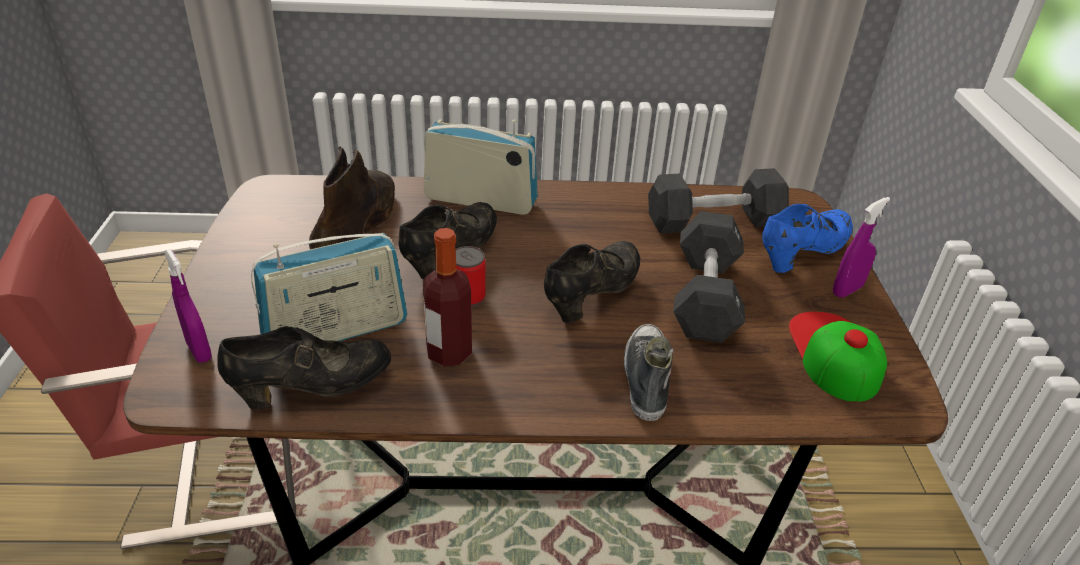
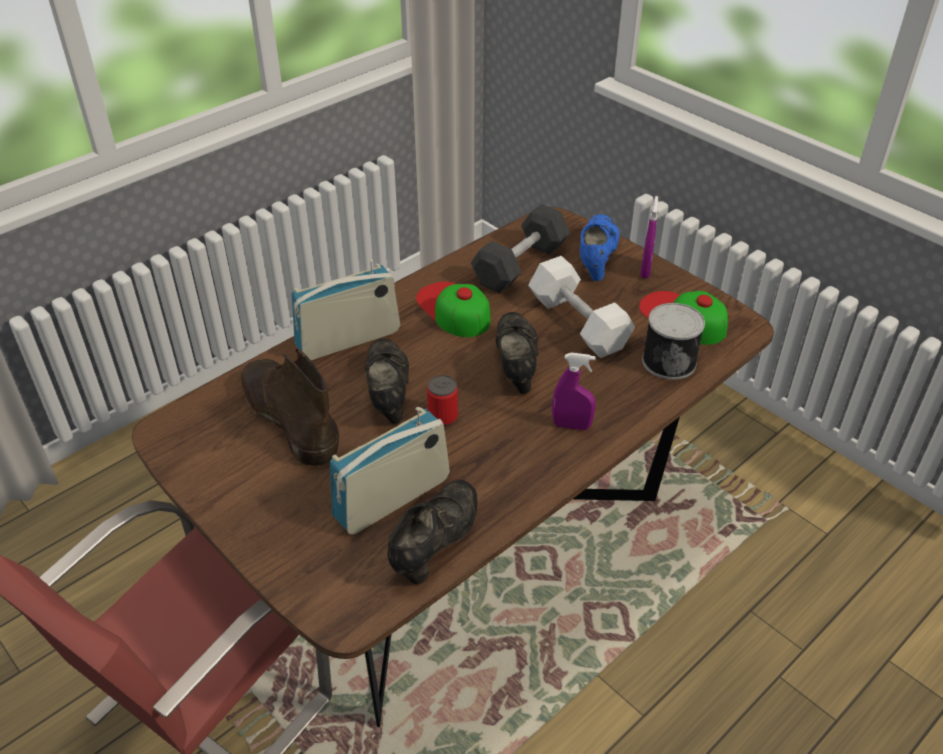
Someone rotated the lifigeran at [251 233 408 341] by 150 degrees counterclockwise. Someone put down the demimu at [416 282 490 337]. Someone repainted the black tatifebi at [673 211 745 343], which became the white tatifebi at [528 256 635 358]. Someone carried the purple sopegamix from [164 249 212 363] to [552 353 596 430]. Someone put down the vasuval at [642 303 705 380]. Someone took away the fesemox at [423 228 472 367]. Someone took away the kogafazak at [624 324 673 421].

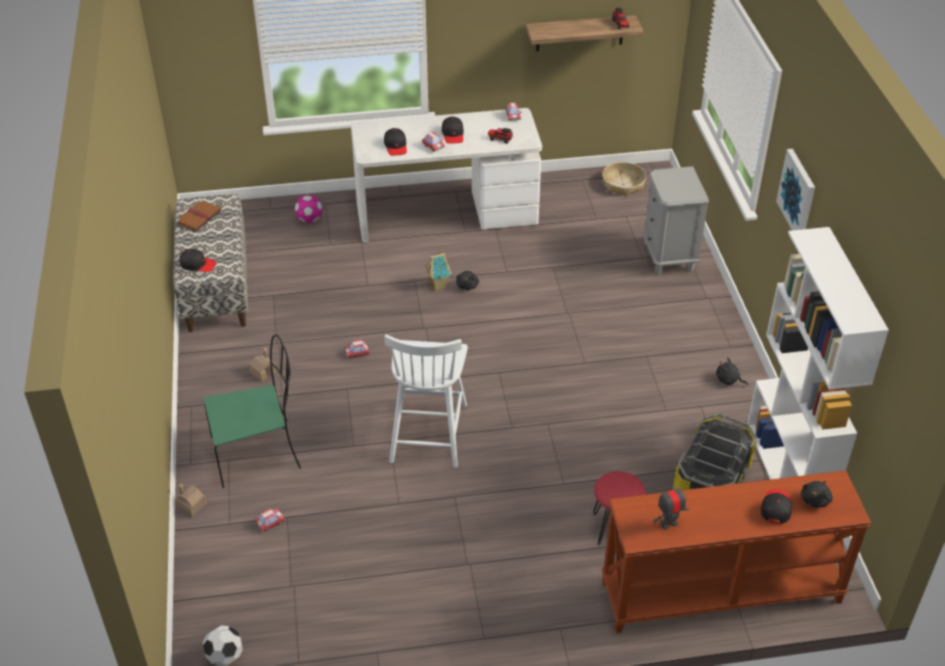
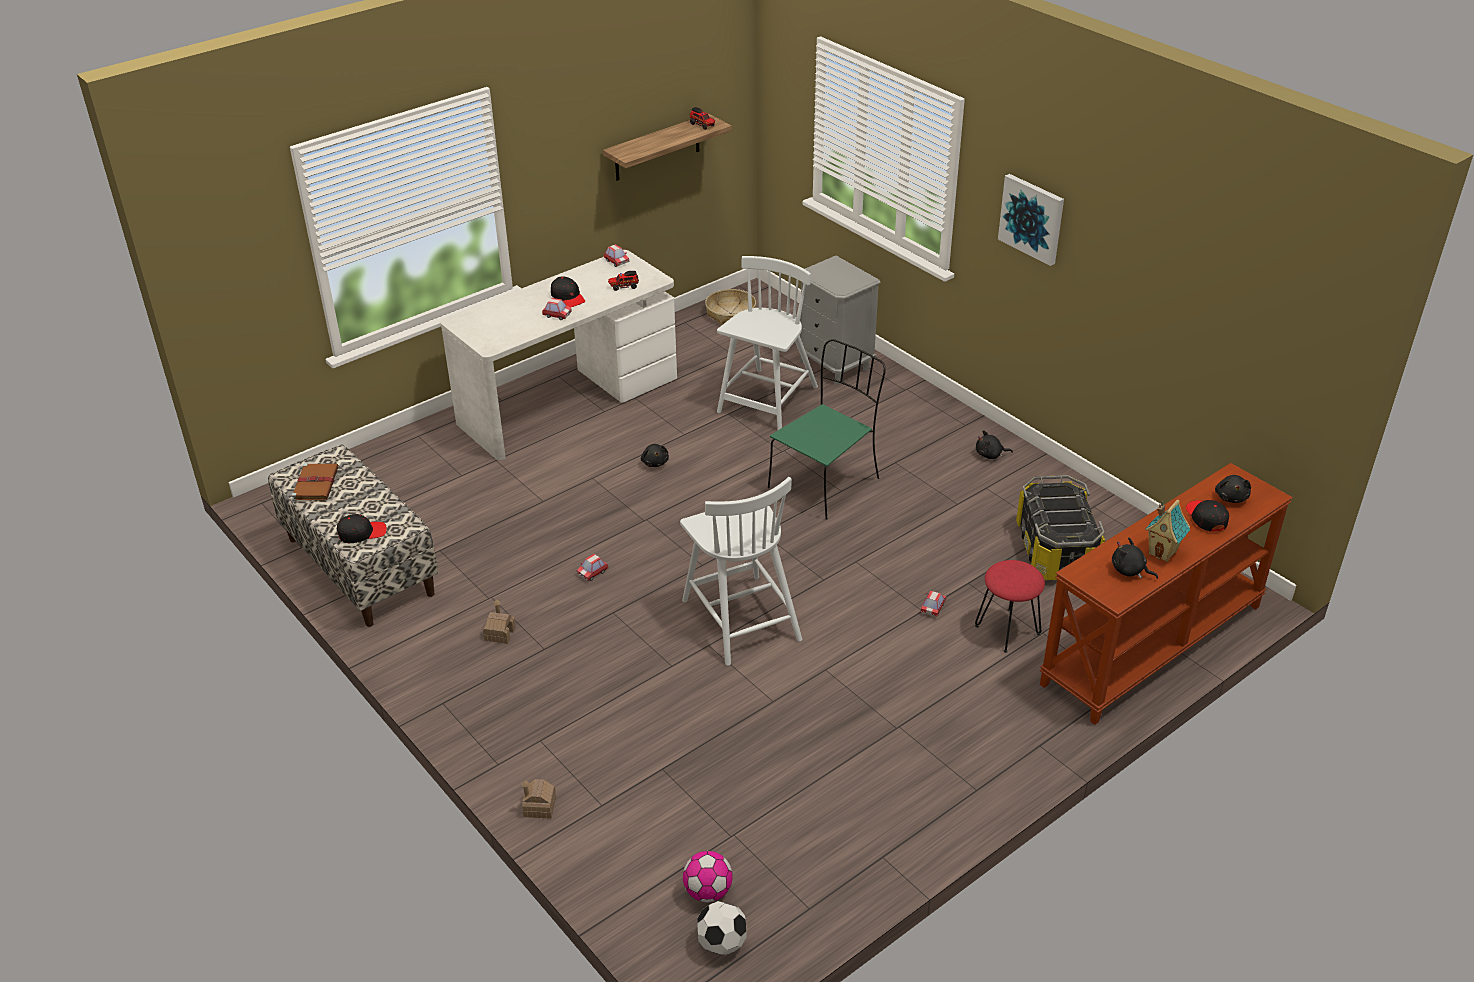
Someone carried the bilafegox from [295 195 323 223] to [683 851 733 902]. Someone put down the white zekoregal at [717 256 818 430]. Someone carried the green zekoregal from [204 334 301 488] to [768 339 886 520]. Someone carried the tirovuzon from [256 509 285 532] to [921 591 946 617]. Someone swapped the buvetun at [653 483 689 530] for the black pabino at [1112 537 1158 579]. Someone carried the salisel from [425 252 451 291] to [1145 499 1190 562]. Someone took away the black demimu at [384 128 407 156]. Someone took away the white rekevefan at [747 227 889 480].

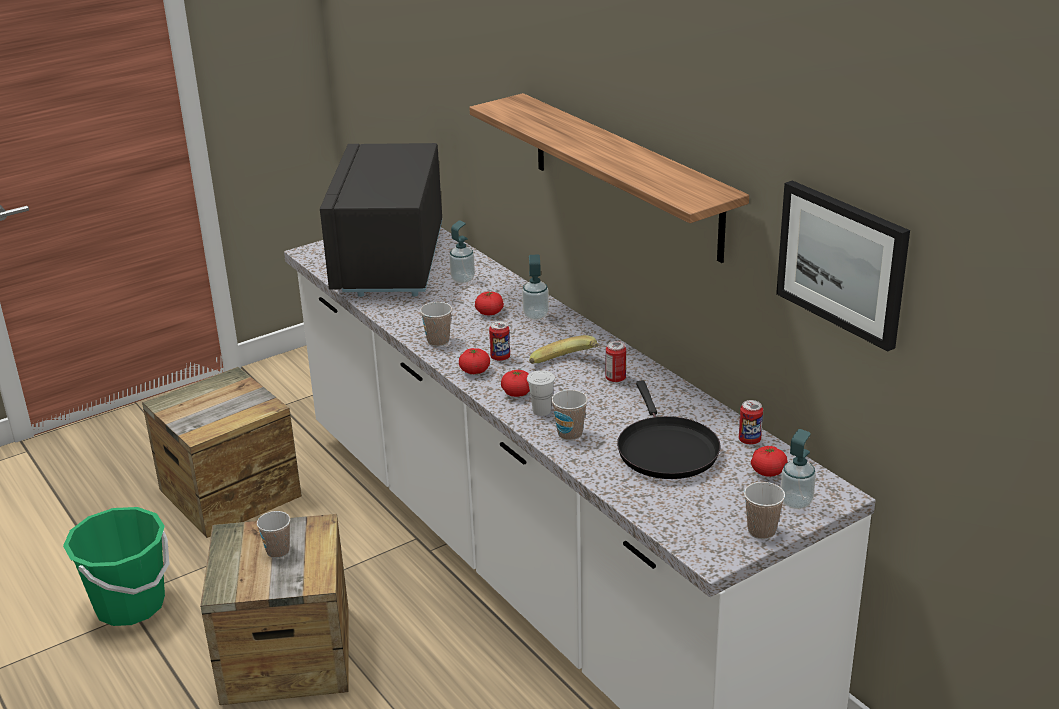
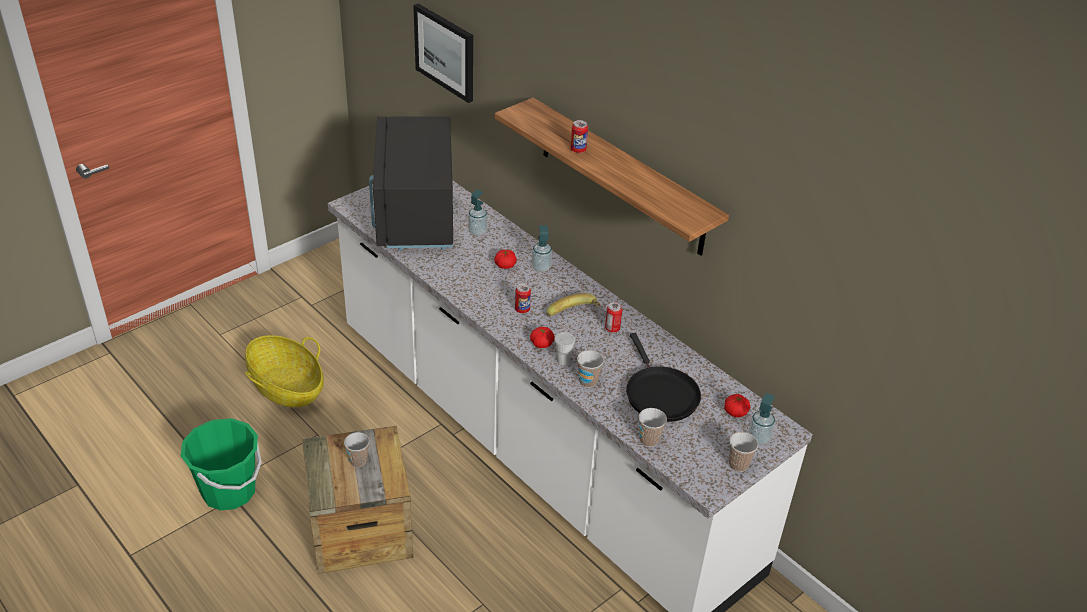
Someone swapped the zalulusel at [142 367 302 538] for the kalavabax at [245 335 324 407]. Someone carried the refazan from [776 180 910 352] to [413 4 473 103]. Someone carried the vasuval from [739 400 763 445] to [570 120 588 153]. Someone carried the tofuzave from [420 302 452 347] to [639 408 667 447]. Someone took away the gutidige at [459 348 490 374].

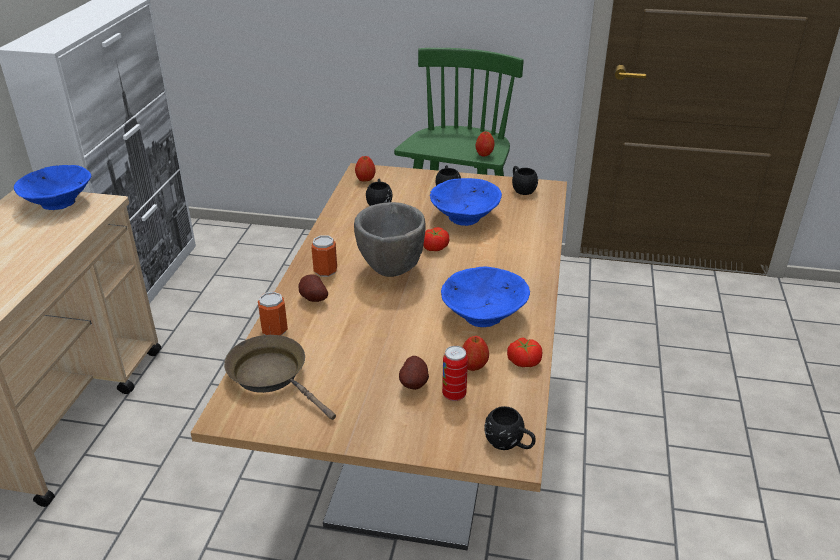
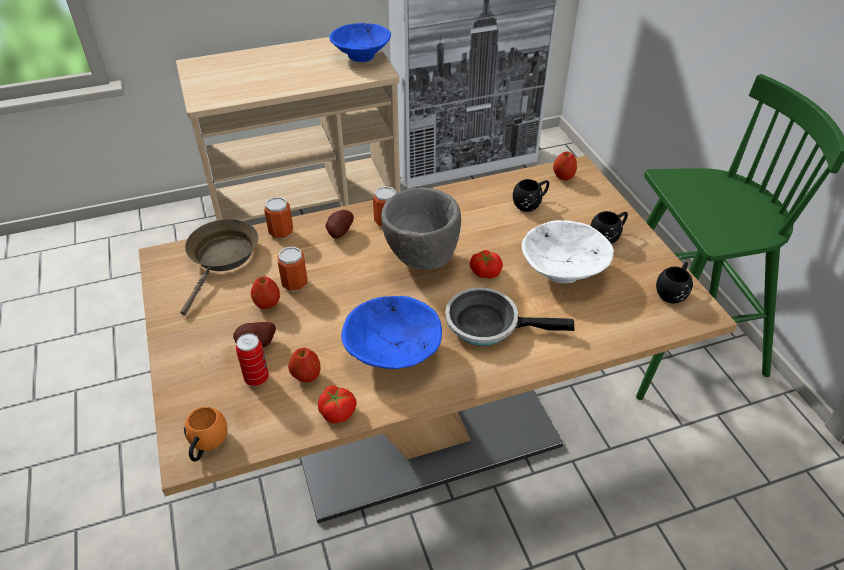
Someone repainted the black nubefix at [484 406 536 450], which became the orange nubefix at [184 407 228 462]. Someone carried the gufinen from [475 132 495 157] to [251 277 280 309]. Someone put down the vasuval at [278 247 308 292]. Someone put down the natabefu at [445 287 574 346]. Someone repainted the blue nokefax at [430 178 502 226], which became the white nokefax at [521 220 614 283].

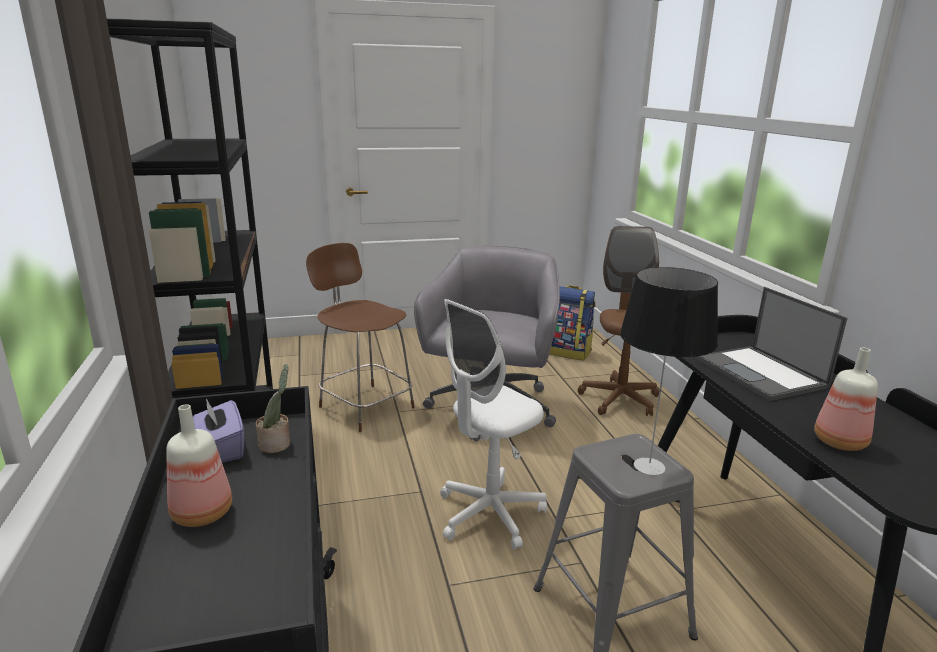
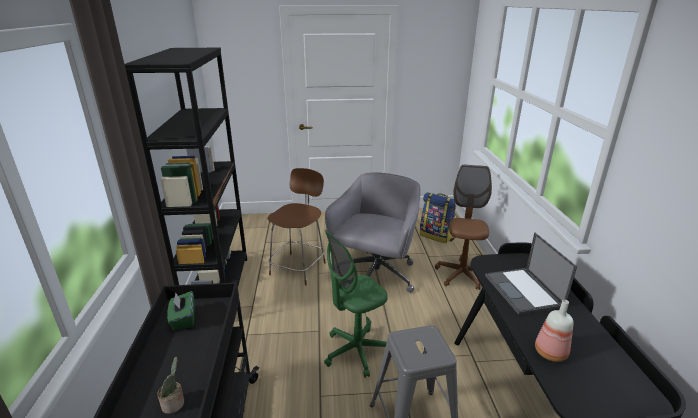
Someone carried the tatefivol from [256 364 290 453] to [157 357 184 414]. Someone repainted the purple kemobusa at [193 399 244 463], which became the green kemobusa at [167 291 194 330]. Someone rotated the brown zekoregal at [306 243 415 432] by 60 degrees clockwise. Someone repainted the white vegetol at [440 299 547 550], which became the green vegetol at [324 230 388 378]. Someone took away the fesemox at [166 404 232 527]. Someone took away the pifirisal at [620 267 718 475].

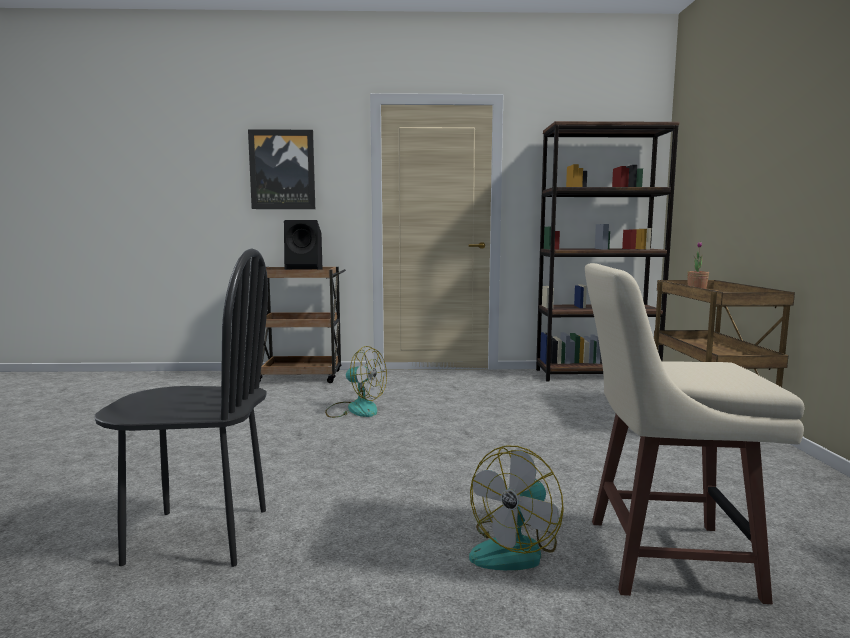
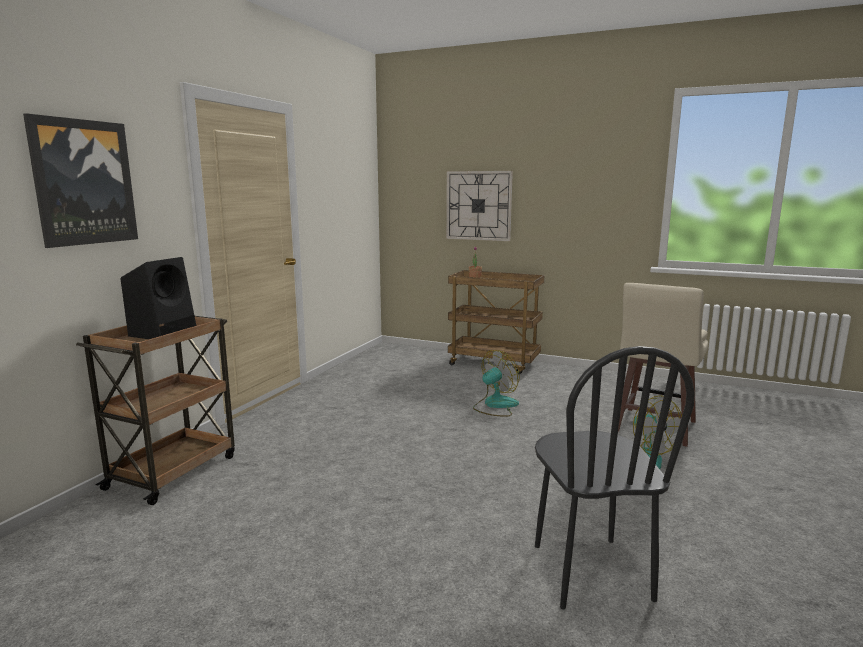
Someone put up the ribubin at [446 171 513 241]. Someone carried the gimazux from [325 346 387 418] to [473 350 520 416]. Someone rotated the black zekoregal at [95 248 268 567] by 150 degrees clockwise. Someone took away the brown rekevefan at [536 121 679 381].

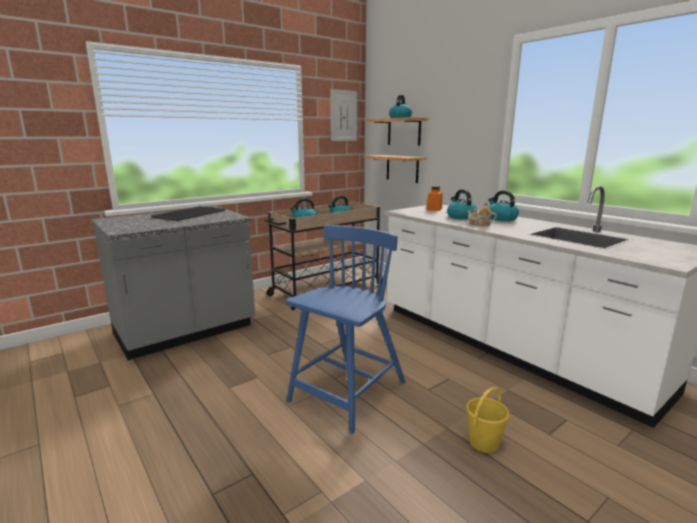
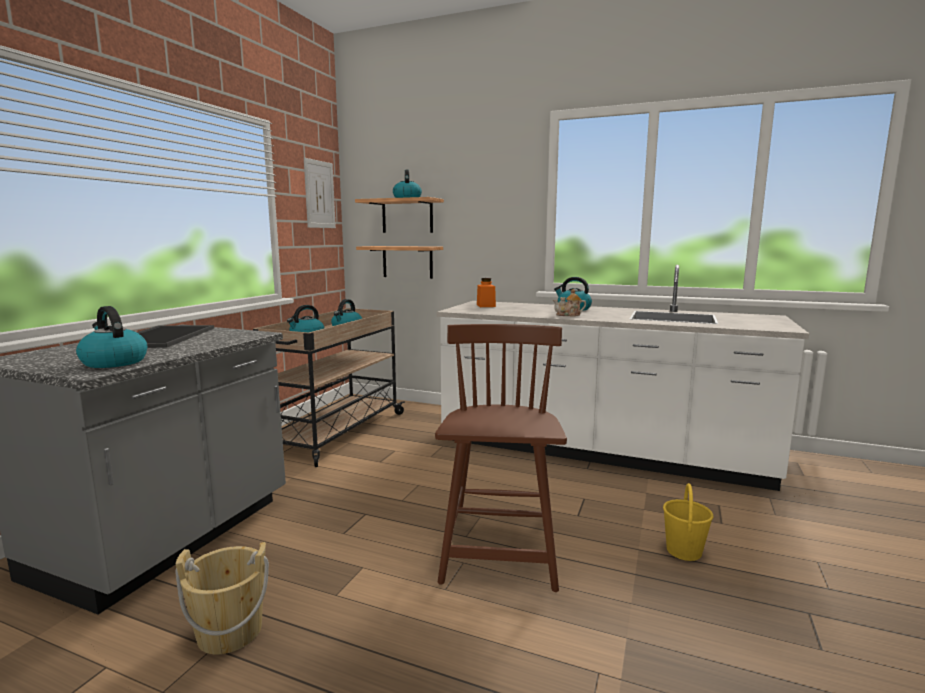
Someone carried the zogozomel from [447 189 477 220] to [76 306 147 368]. Someone put down the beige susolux at [176 542 269 654]. Someone repainted the blue zekoregal at [286 224 406 434], which became the brown zekoregal at [435 324 567 592].

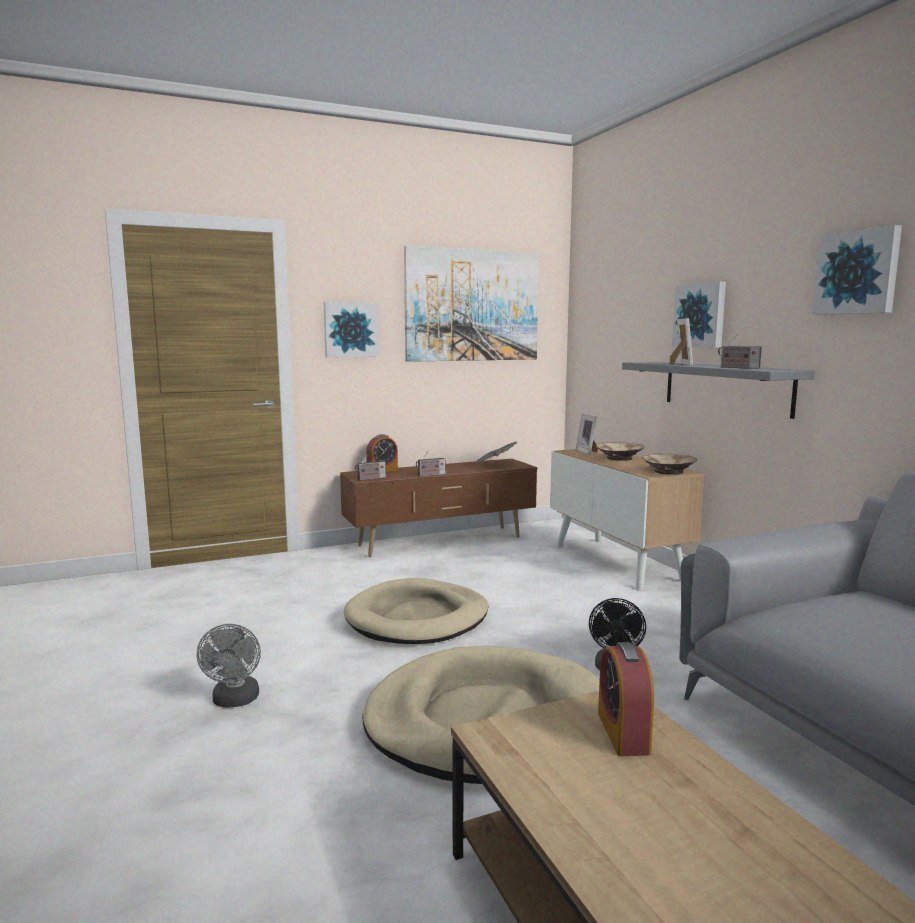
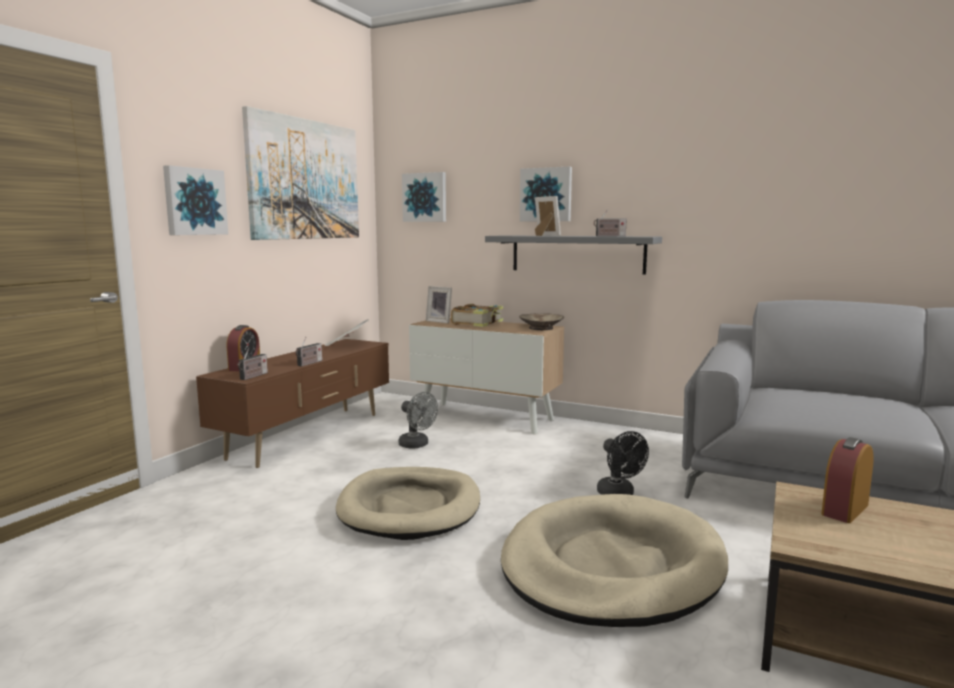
Someone carried the grey gimazux from [197 624 261 707] to [398 392 438 449]. Someone carried the refazan from [813 225 902 315] to [402 172 446 222]. Someone swapped the beige nokefax at [596 442 645 461] for the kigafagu at [451 304 503 327]. Someone rotated the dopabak at [598 642 654 756] by 90 degrees clockwise.

